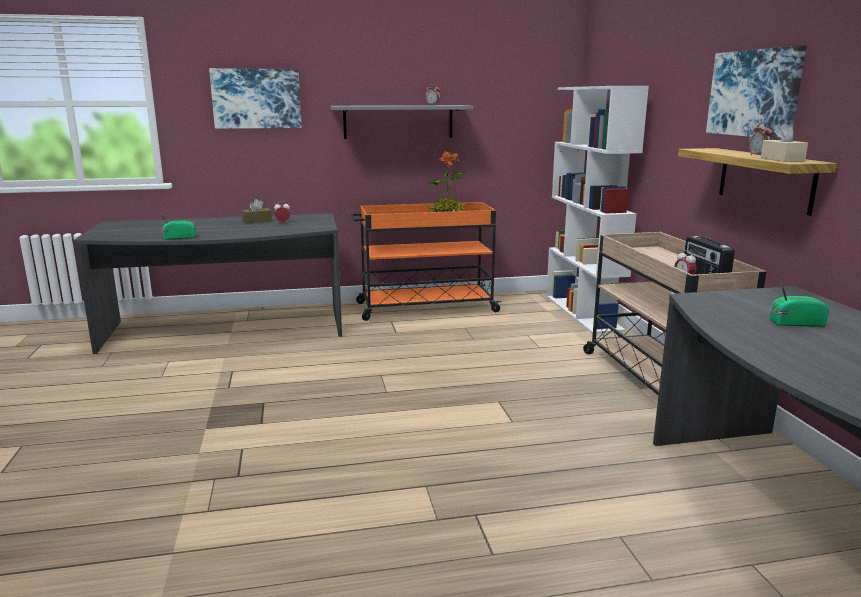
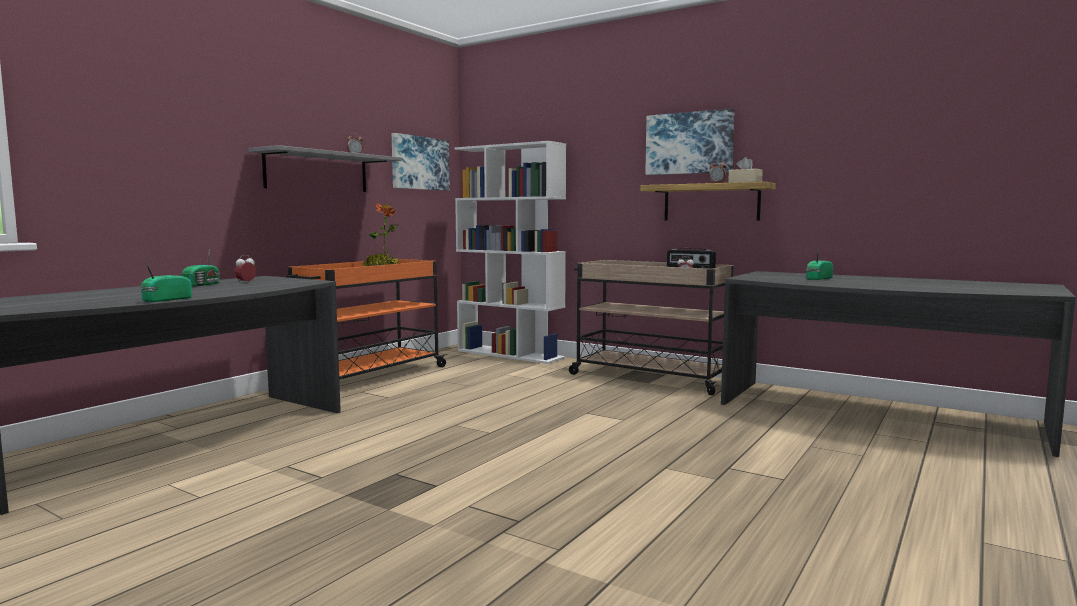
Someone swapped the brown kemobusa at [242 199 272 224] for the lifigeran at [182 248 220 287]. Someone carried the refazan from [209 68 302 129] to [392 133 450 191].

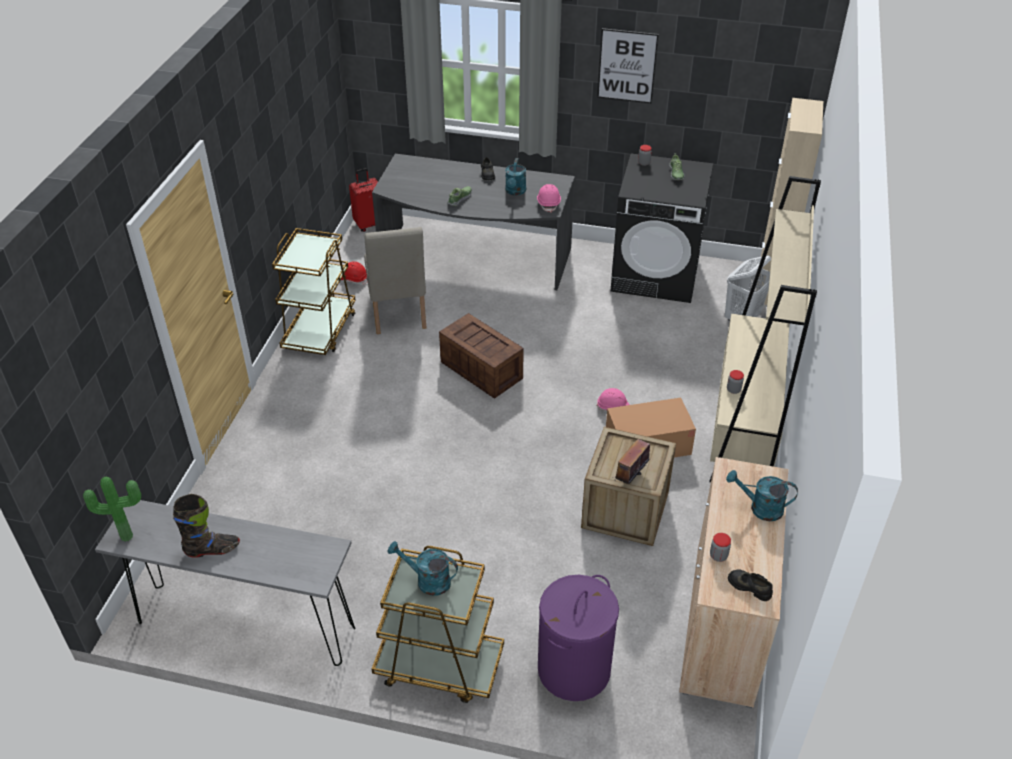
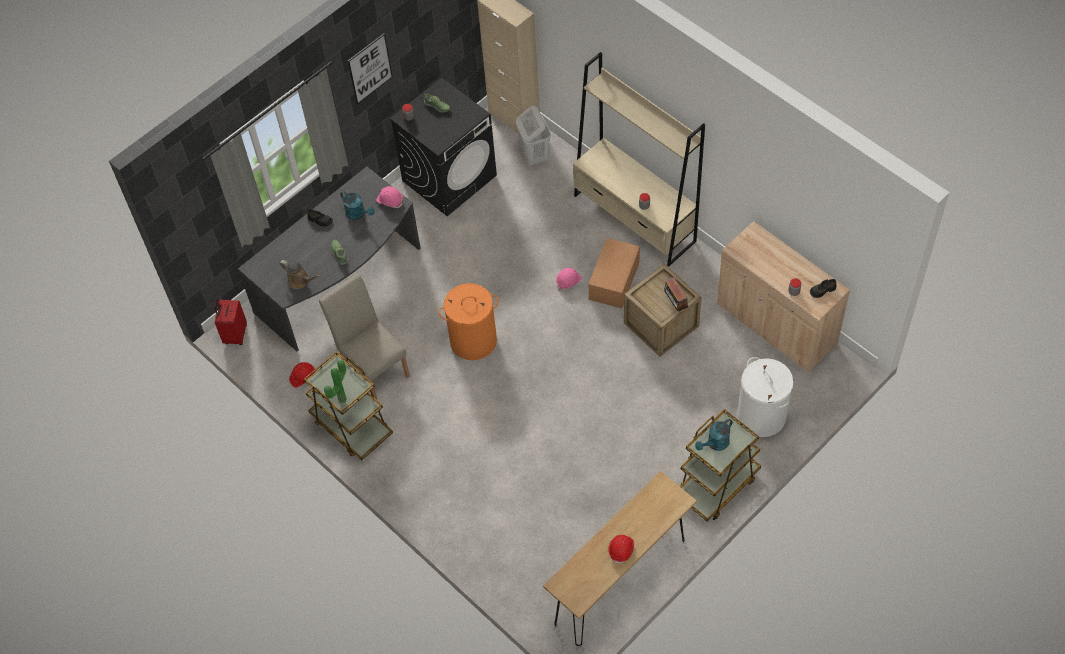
Someone put down the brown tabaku at [279 260 320 289]. Someone rotated the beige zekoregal at [364 227 427 334] by 150 degrees counterclockwise. Someone carried the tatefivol from [83 476 141 542] to [324 360 347 403]. Someone swapped the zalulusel at [439 313 524 399] for the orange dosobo at [439 283 498 360]. Someone repainted the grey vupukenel at [95 500 356 666], which became the brown vupukenel at [543 471 697 646]. Someone swapped the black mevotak at [173 494 240 558] for the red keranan at [608 535 634 565]. Someone repainted the purple dosobo at [538 575 619 701], which became the white dosobo at [737 357 794 437]. Someone took away the turquoise tabaku at [726 470 798 521].

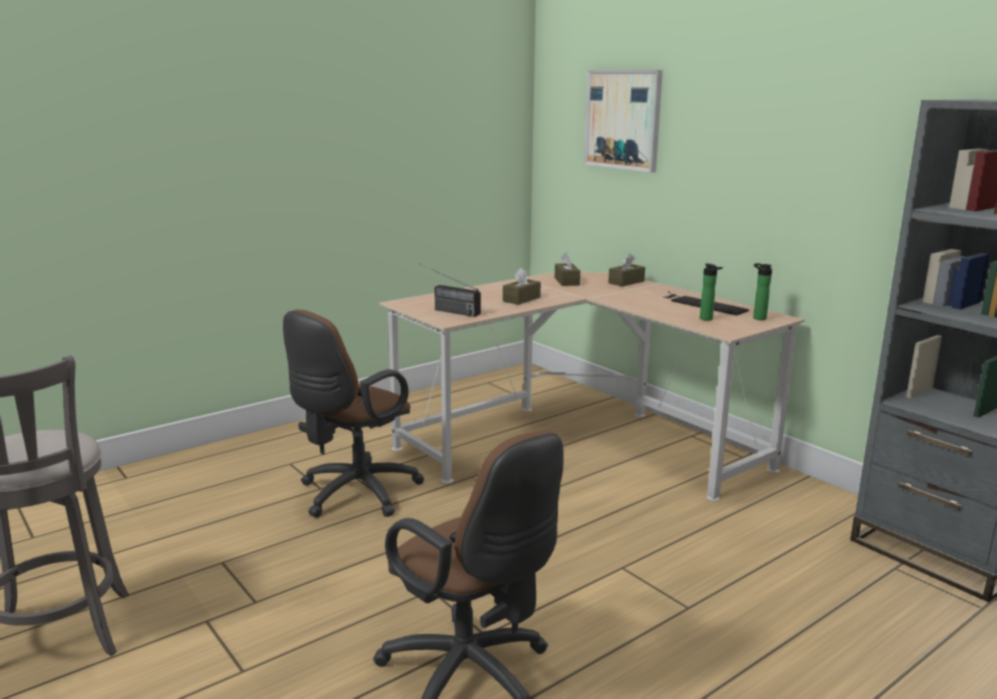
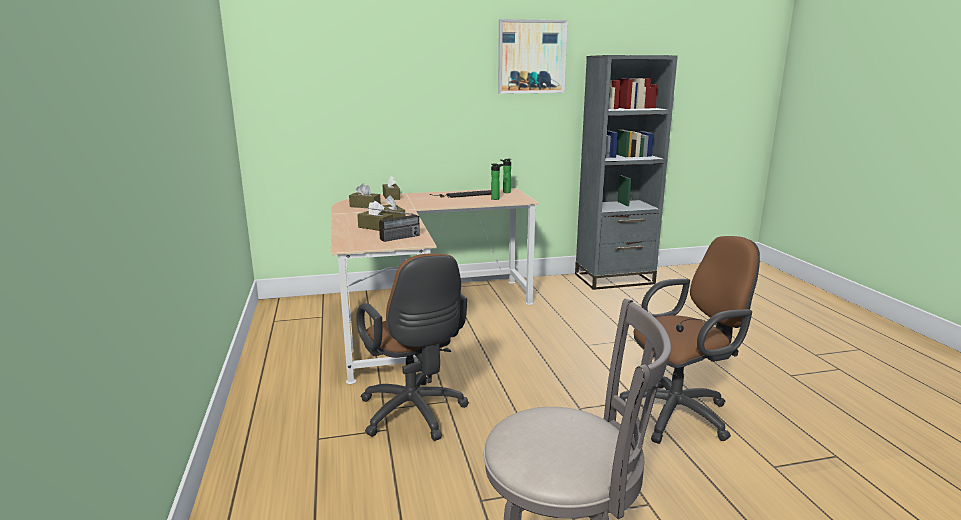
Someone put down the brown kemobusa at [357 201 393 231]. Someone carried the refazan from [584 70 663 173] to [498 19 568 94].

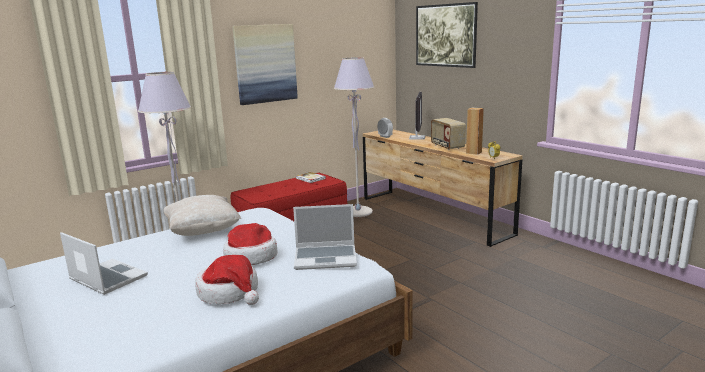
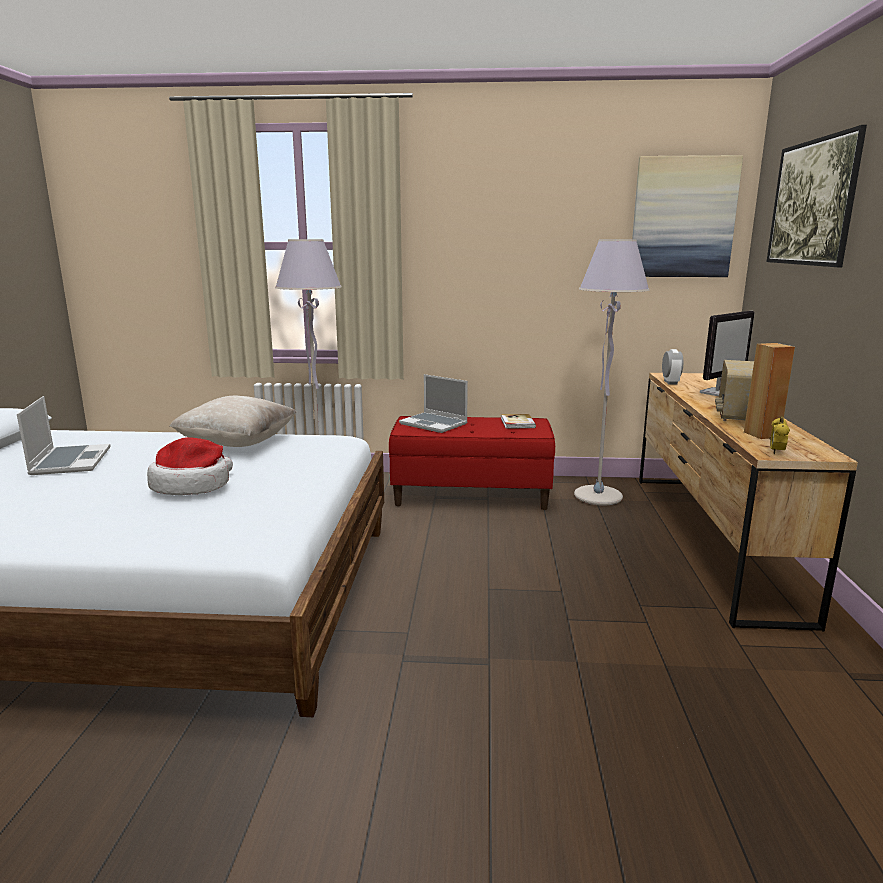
Someone carried the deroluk from [293 204 357 270] to [399 374 468 433]. Someone carried the refazan from [233 24 298 105] to [632 155 743 277]. Someone took away the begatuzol at [195 255 259 305].

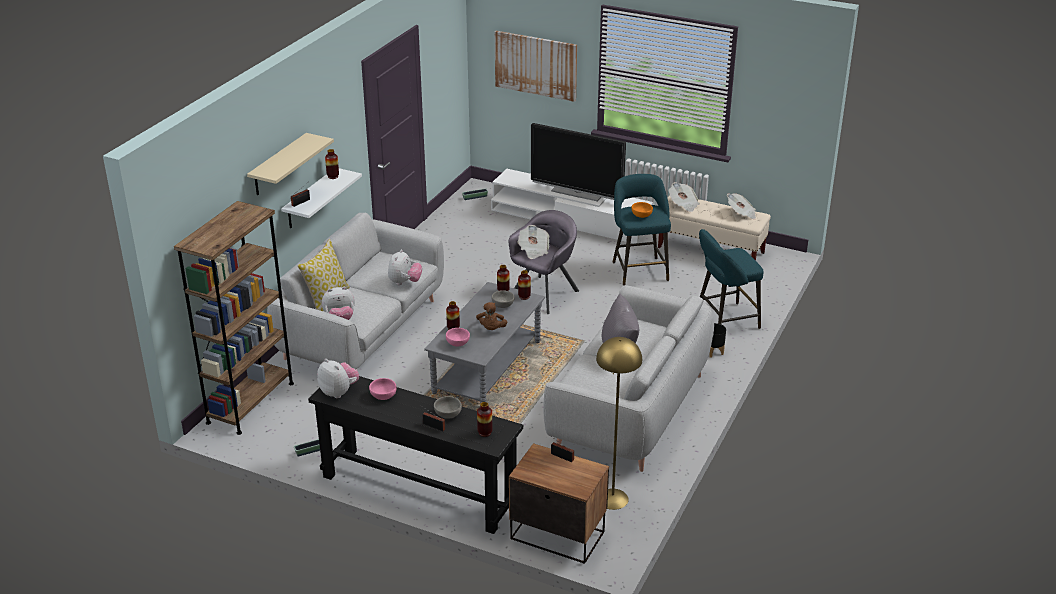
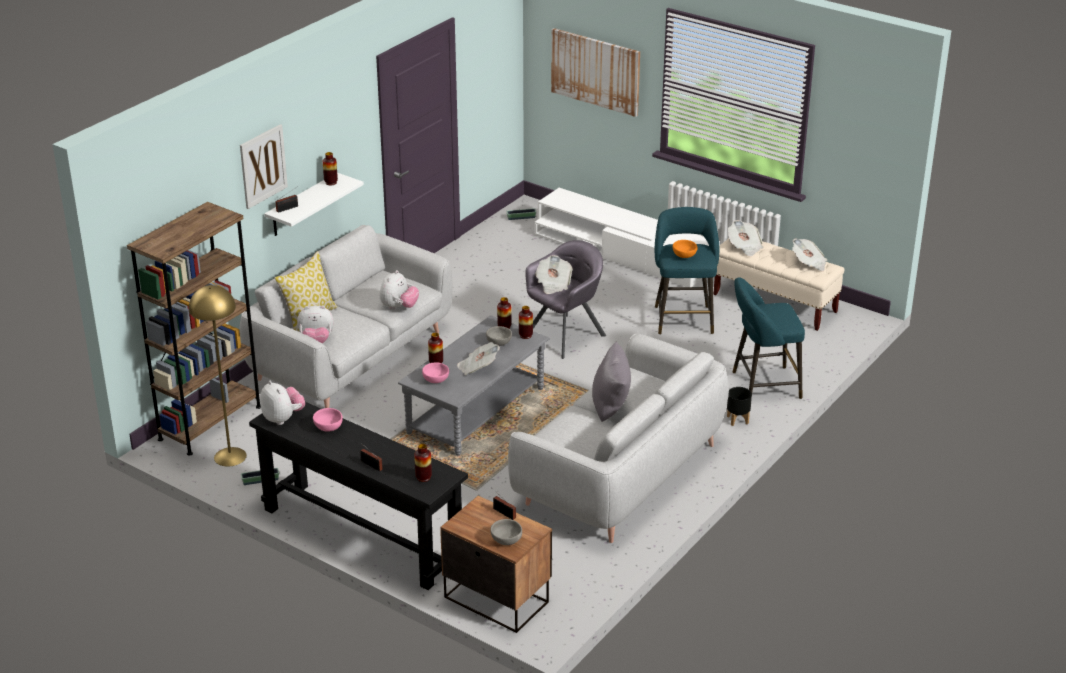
Someone carried the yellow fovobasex from [596 337 642 510] to [189 285 247 467]. Someone swapped the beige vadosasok at [247 133 334 195] for the refazan at [240 124 288 209]. Someone swapped the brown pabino at [476 302 507 330] for the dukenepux at [457 342 500 375]. Someone carried the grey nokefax from [434 396 462 419] to [490 519 522 545]. Someone took away the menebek at [531 123 626 202].

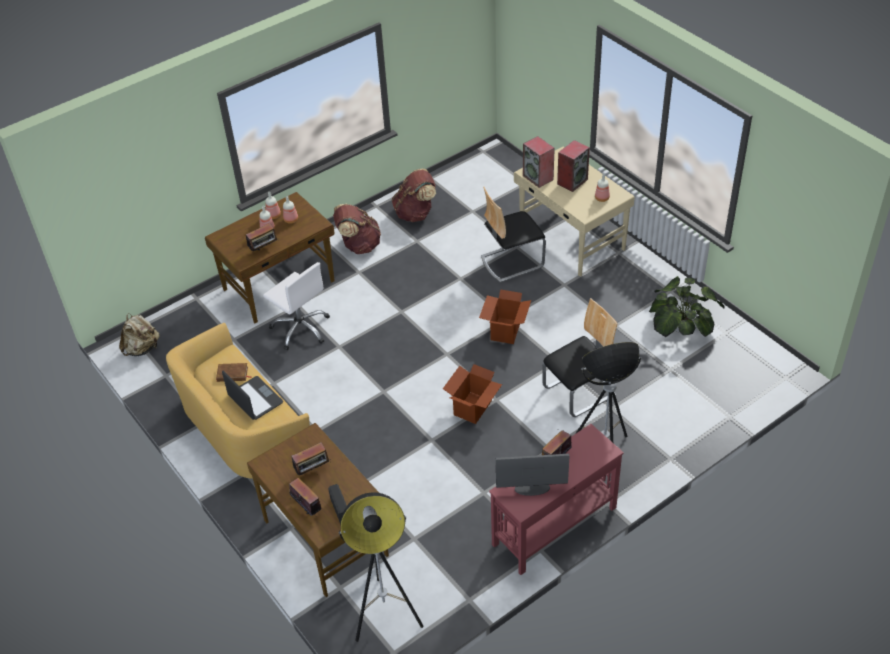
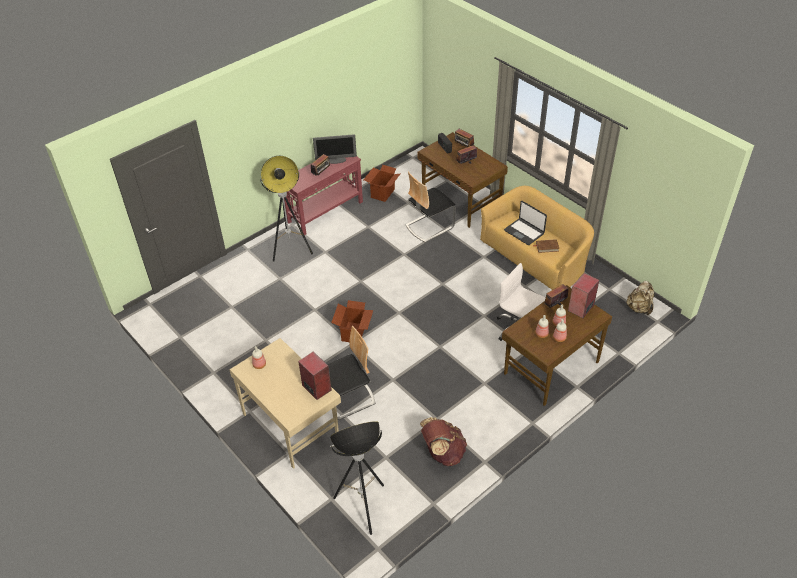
Someone carried the fovobasex from [339 492 424 642] to [330 421 384 535]. Someone carried the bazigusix from [443 364 502 424] to [363 165 400 202]. Someone carried the zekoregal from [542 298 618 417] to [406 171 456 243]. Someone carried the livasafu from [557 140 590 192] to [568 273 599 318]. Someone took away the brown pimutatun at [333 204 381 254]. Someone took away the tatefivol at [649 276 725 337].

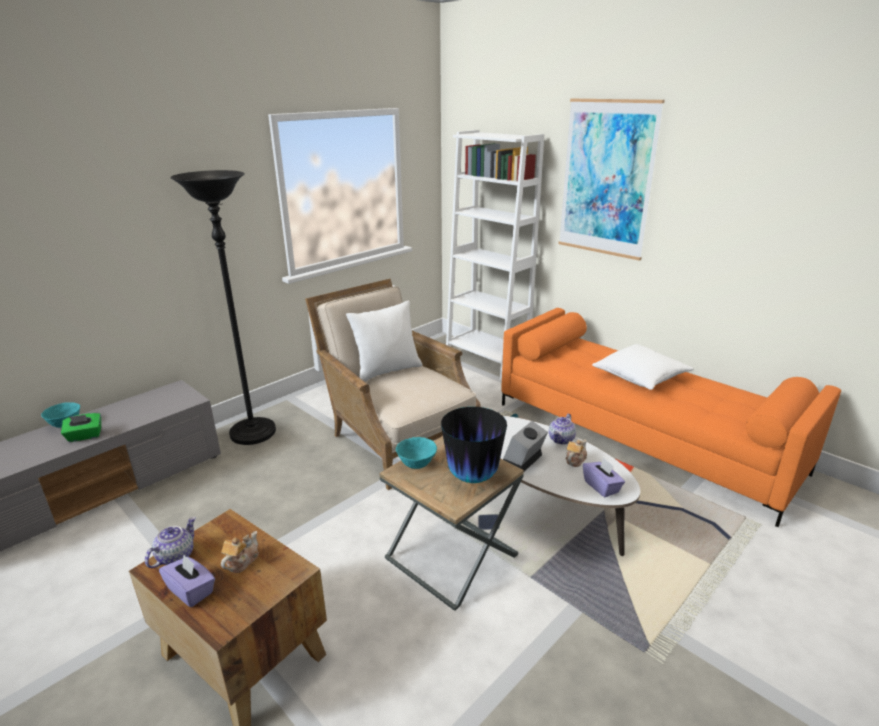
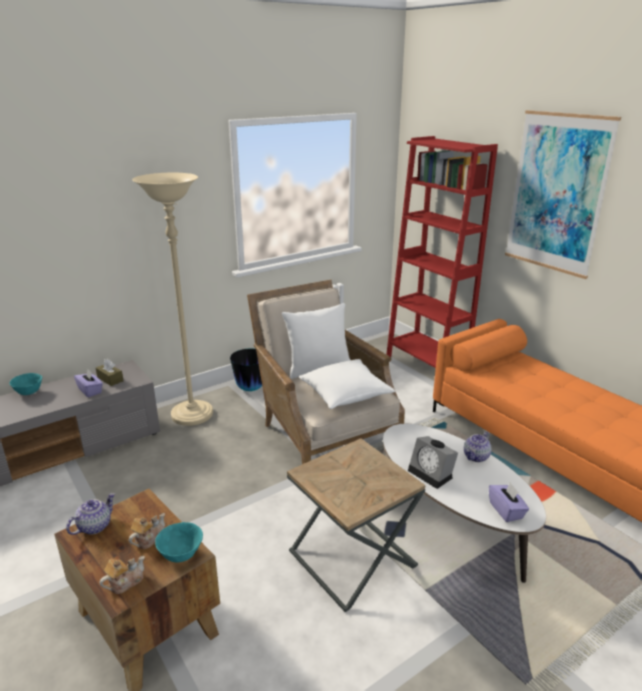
Someone carried the purple kemobusa from [159 554 215 607] to [74 370 103 397]. Someone put down the brown kemobusa at [96 359 124 386]. Someone carried the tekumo from [565 440 587 467] to [100 556 145 594]. Someone repainted the black fovobasex at [170 170 276 445], which became the beige fovobasex at [132 173 213 426]. Someone carried the turquoise nokefax from [396 437 437 469] to [155 522 203 562]. Someone carried the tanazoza from [441 407 507 483] to [230 348 262 391]. Someone carried the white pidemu from [592 344 694 390] to [299 359 395 409]. Someone repainted the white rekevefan at [446 130 544 380], which became the red rekevefan at [387 136 498 368]. Someone rotated the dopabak at [503 421 548 471] by 90 degrees counterclockwise. Someone took away the green kemobusa at [61 413 101 442].

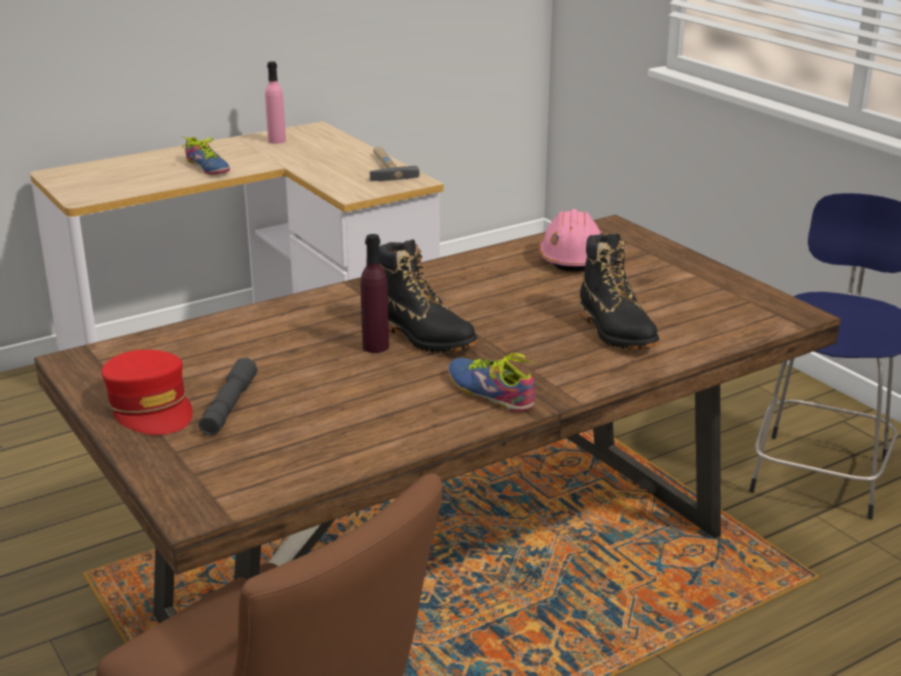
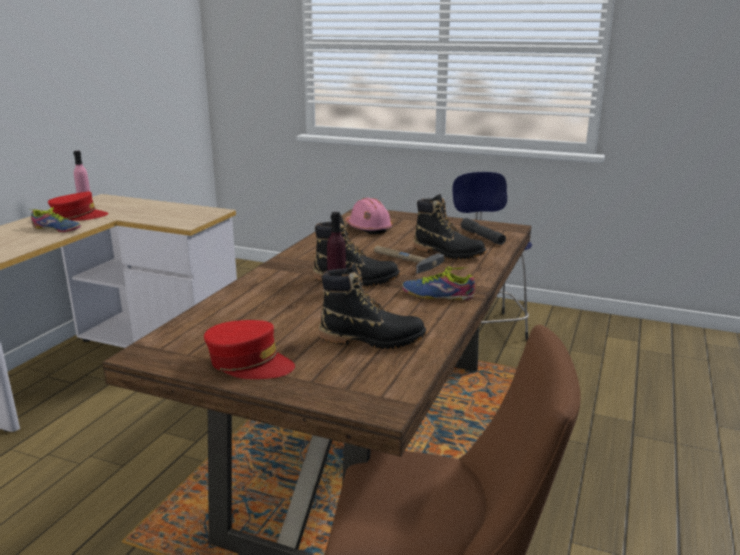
Someone put down the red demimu at [48 192 109 221]. Someone put down the black mevotak at [319 263 426 349]. Someone carried the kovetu from [370 147 420 181] to [374 246 445 274]. Someone carried the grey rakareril from [199 358 258 436] to [461 218 506 245].

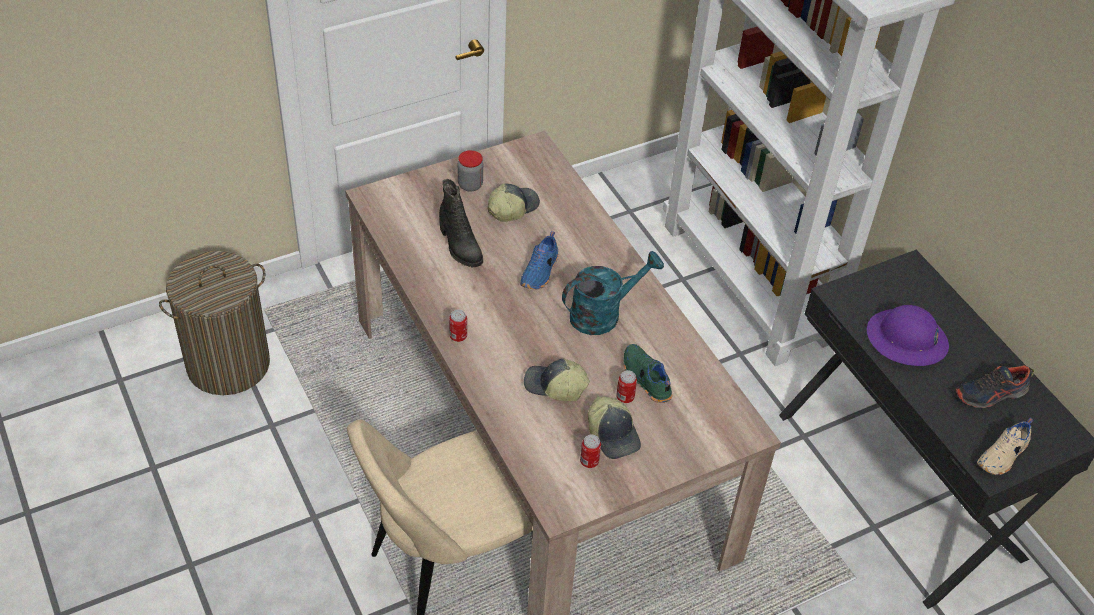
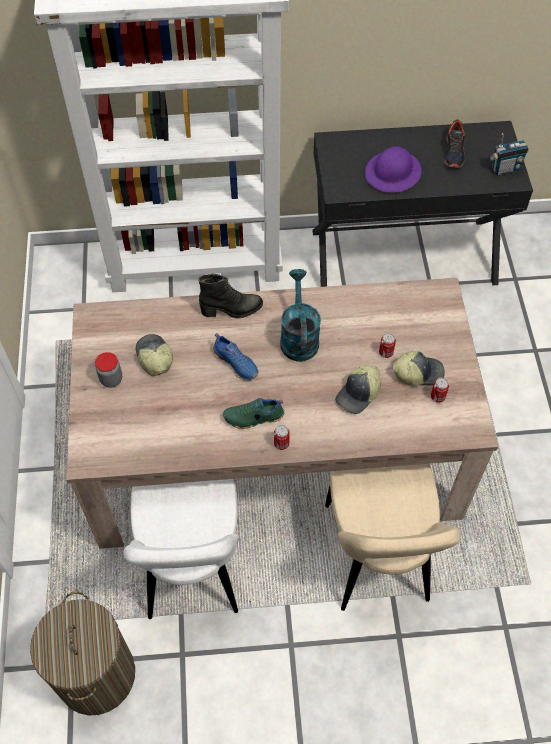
Someone put down the white zekoregal at [123 479 238 619]. Someone carried the black mevotak from [439 179 483 268] to [198 273 263 318]. Someone carried the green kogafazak from [623 344 672 403] to [223 398 284 429]. Someone swapped the beige kogafazak at [977 418 1033 475] for the lifigeran at [490 133 529 176].

